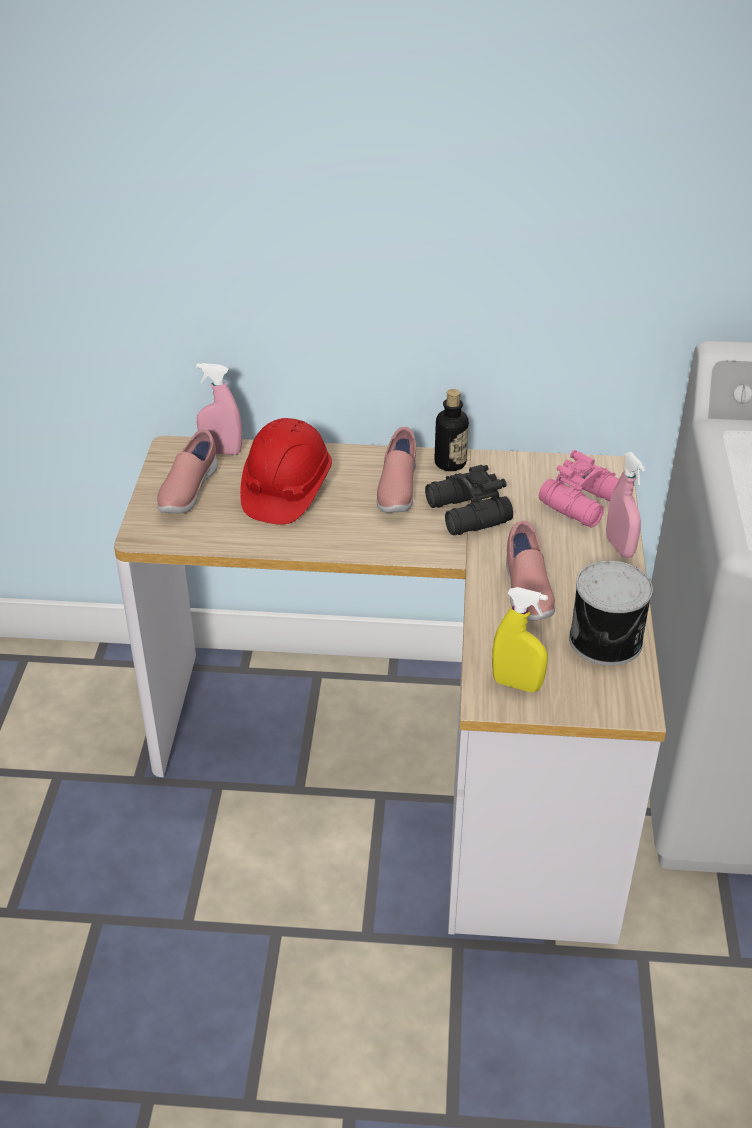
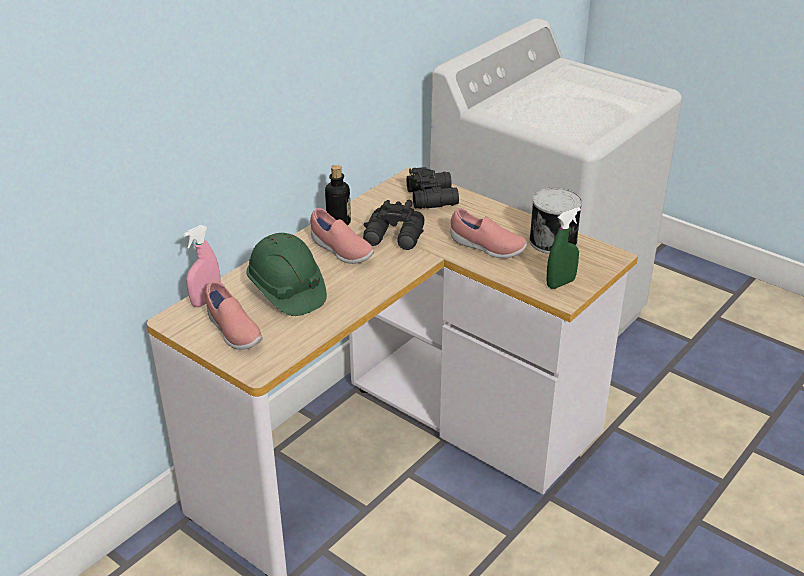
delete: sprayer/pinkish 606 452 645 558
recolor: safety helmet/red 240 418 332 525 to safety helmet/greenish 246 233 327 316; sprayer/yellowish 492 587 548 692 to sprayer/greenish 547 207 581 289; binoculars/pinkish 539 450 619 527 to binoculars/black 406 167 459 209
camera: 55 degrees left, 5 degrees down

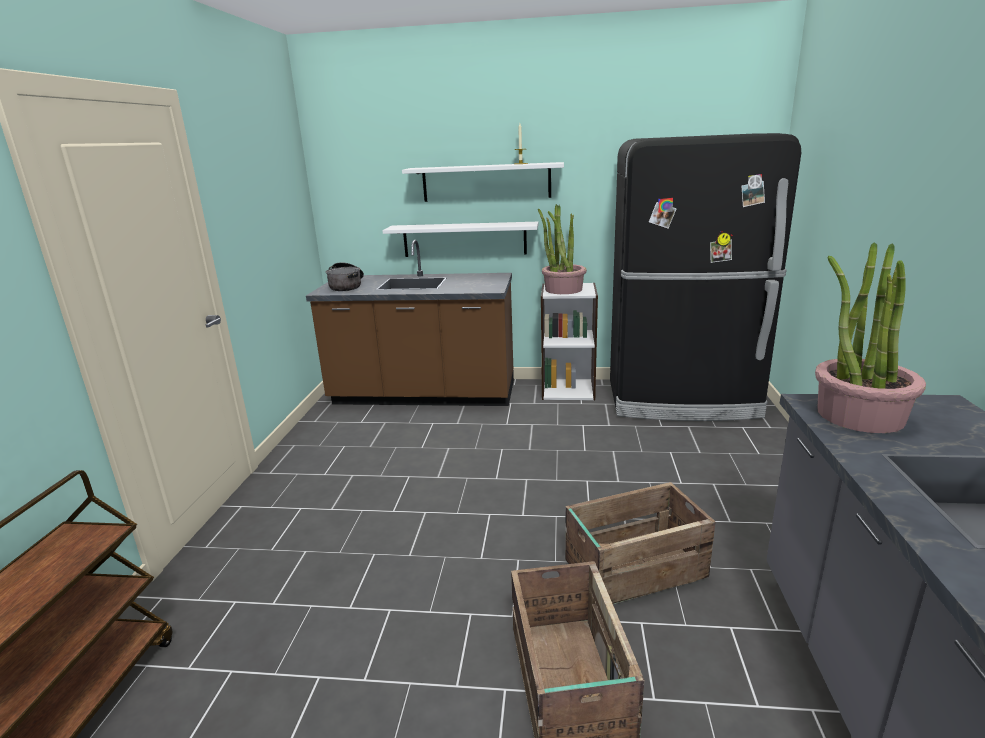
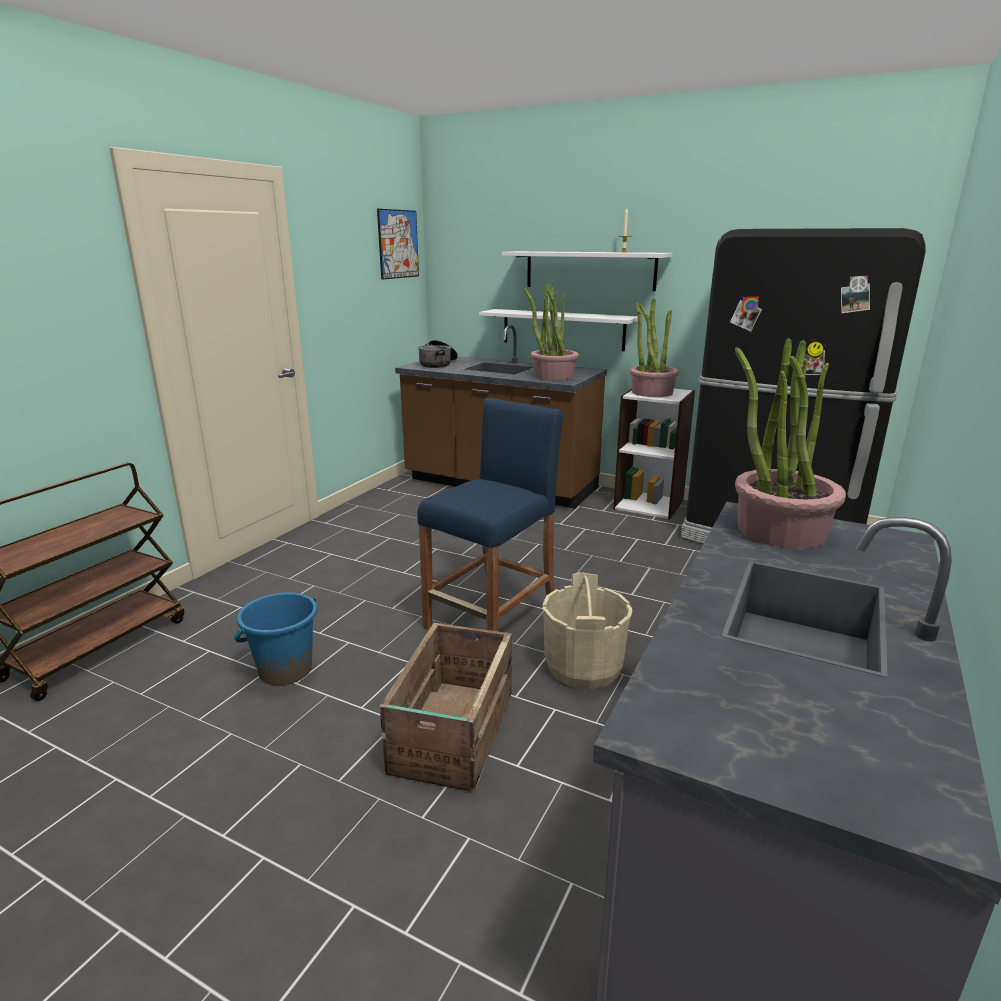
insert: water bucket/bluish 234 592 317 685; wall picture 377 209 419 279; sitting stool/bluish 417 397 563 631; houseplant 524 283 579 380
replace: packing crate 565 482 716 604 to water bucket/sand-coloured 542 572 632 689
camera: 20 degrees right, 0 degrees up

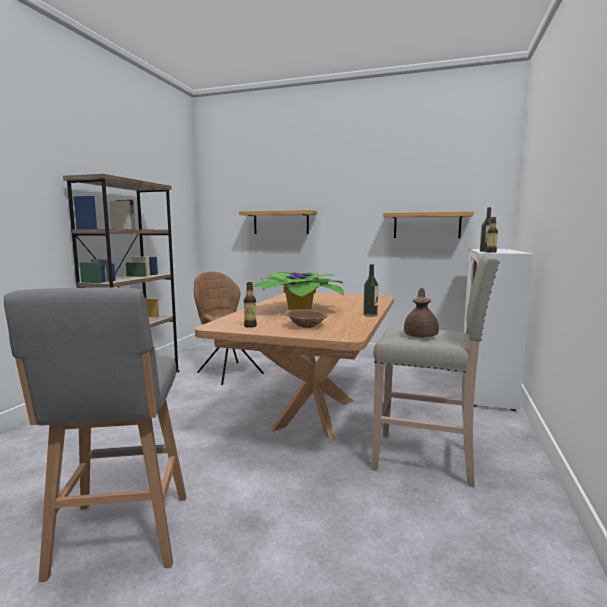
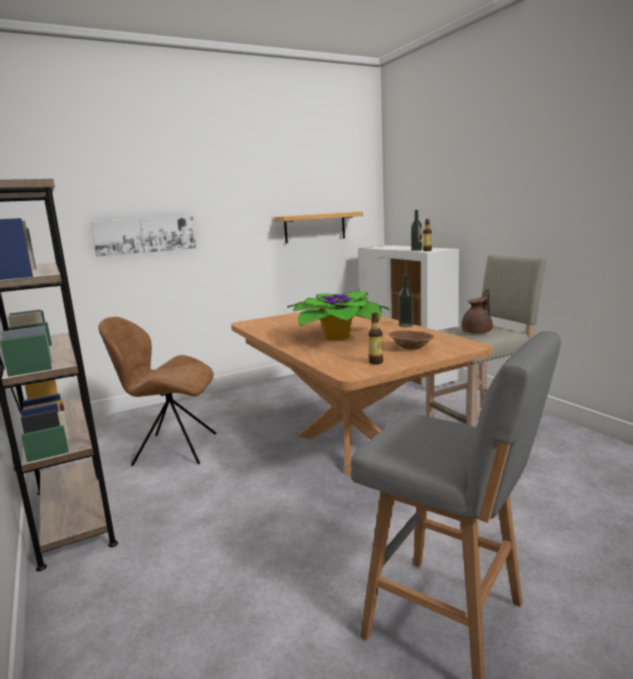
replace: wall shelf 239 210 317 234 to wall picture 90 216 196 257
rotate: teapot/brown-coloured 404 288 439 338 = 462 289 493 334 75 degrees clockwise
camera: 45 degrees left, 5 degrees up

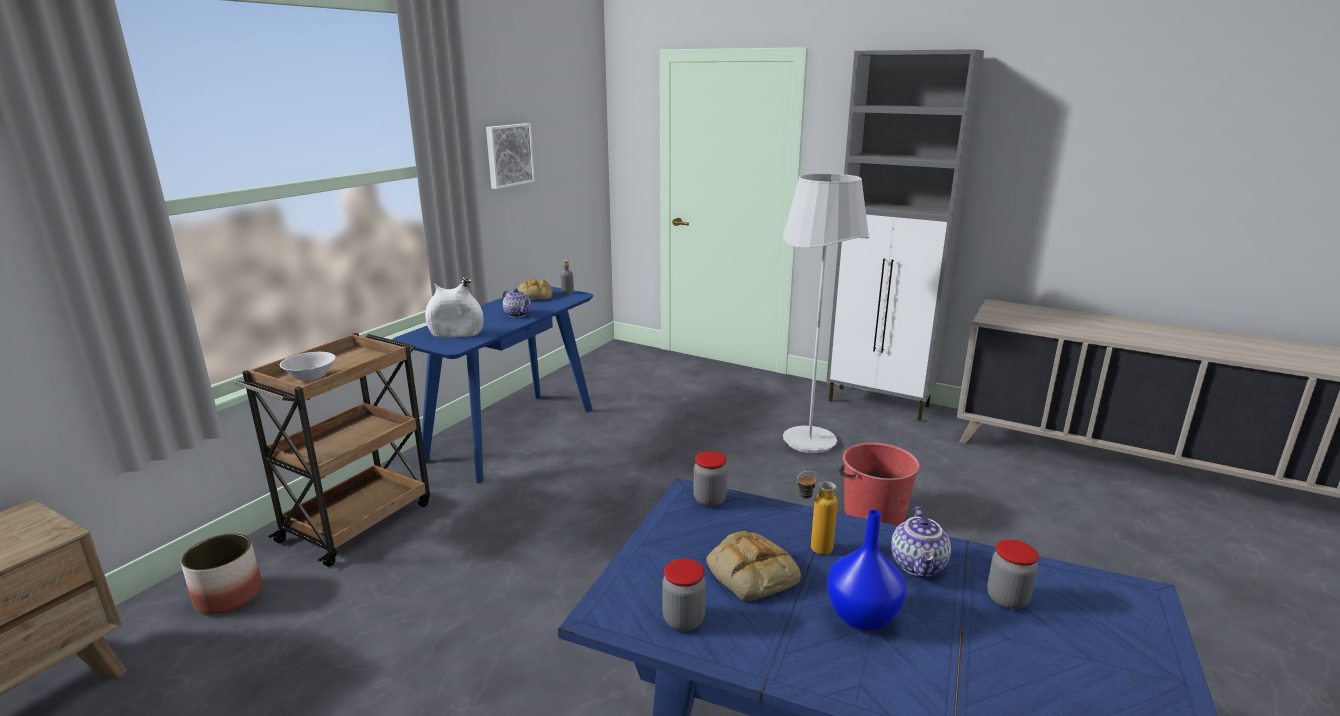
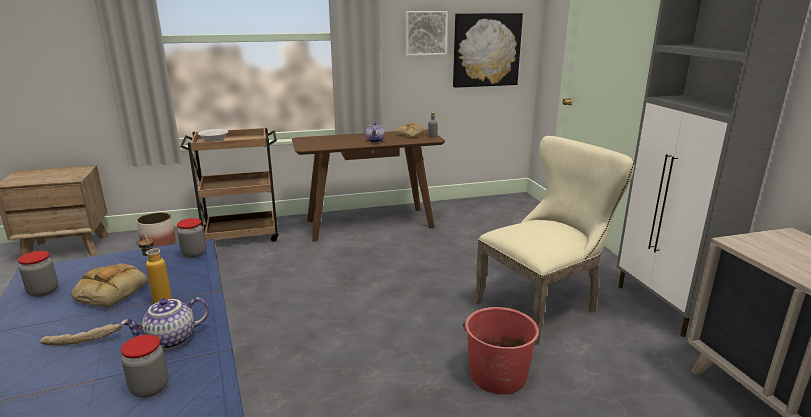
delete: vase/white 425 277 484 337
insert: wall picture 453 13 523 88
replace: standard lamp/white 783 173 869 453 to chair/sand-coloured 475 136 634 345; vase/bluish 827 510 906 631 to bread 40 324 121 346
recolor: console table/bluish 392 287 593 483 to console table/brown-coloured 292 129 445 242
camera: 45 degrees right, 0 degrees up

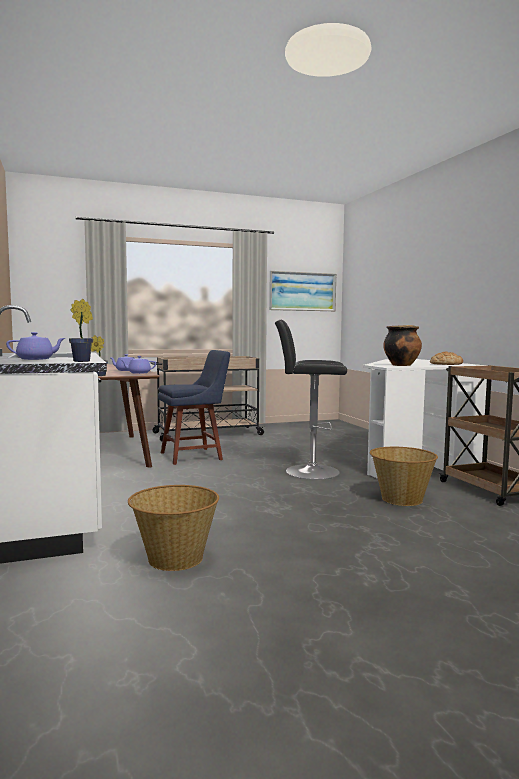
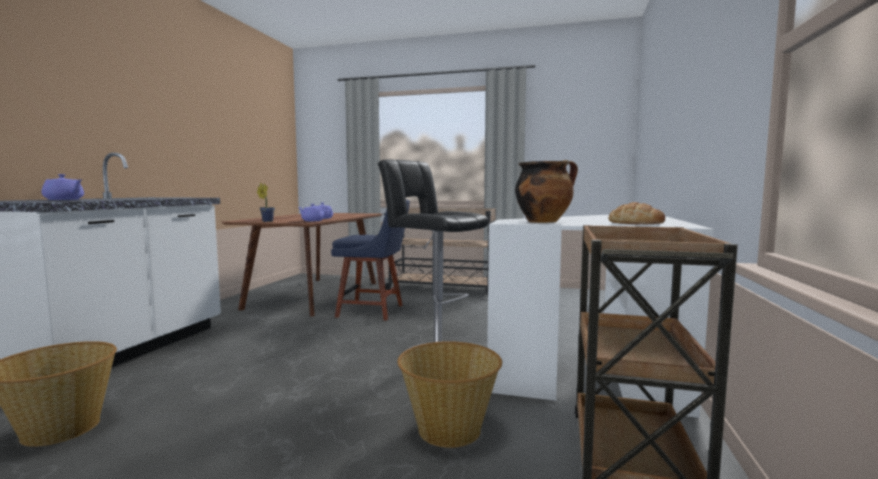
delete: houseplant 69 299 93 362; wall picture 269 271 336 311
camera: 35 degrees right, 0 degrees up

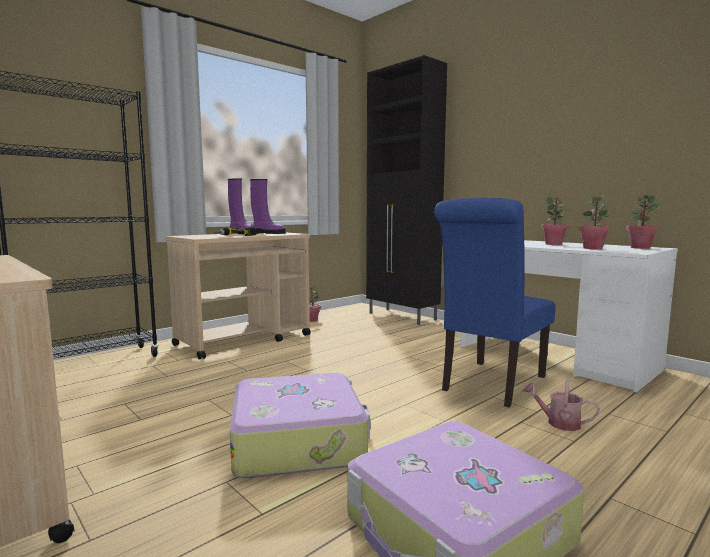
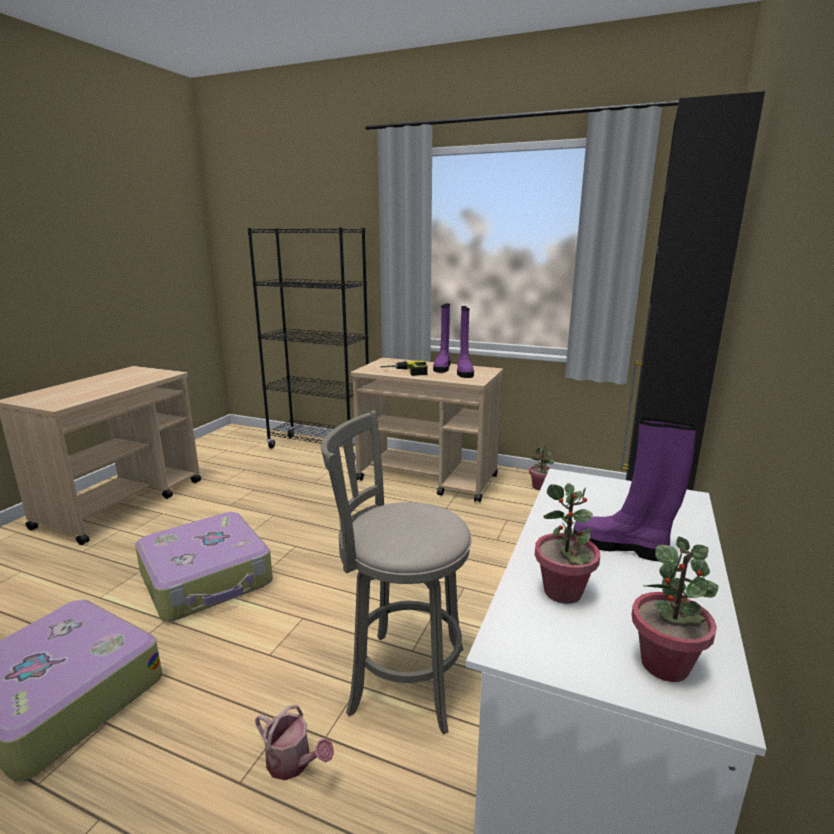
replace: chair/bluish 434 198 555 408 to sitting stool/grey 321 410 471 734; houseplant 541 196 569 245 to high-top boot/purple-coloured 573 418 697 561
rotate: watering can 522 380 600 431 = 255 705 334 780 120 degrees clockwise
camera: 65 degrees right, 10 degrees up

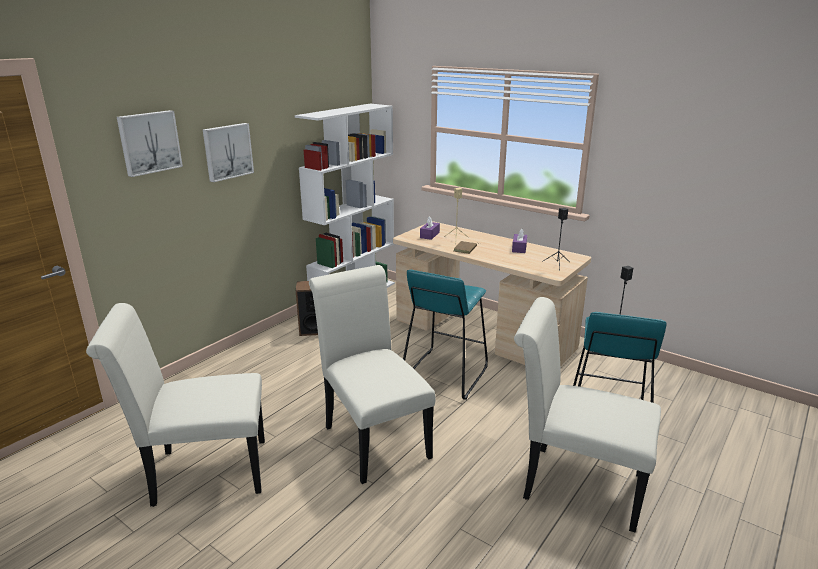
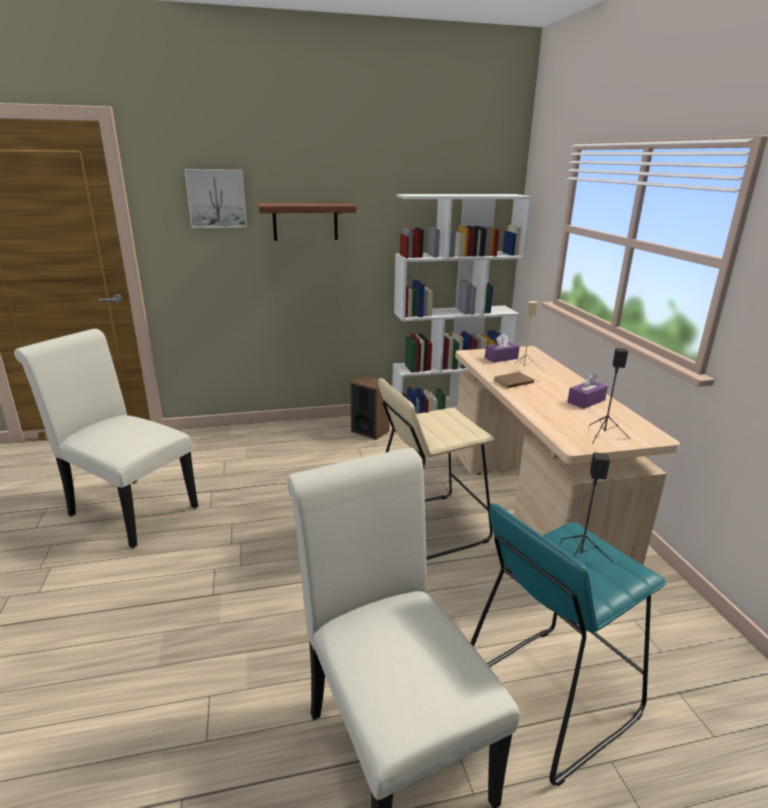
delete: chair/white 309 265 436 484
replace: wall picture 203 123 254 182 to wall shelf 258 203 356 241
recolor: sitting stool/blue-green 403 270 488 400 to sitting stool/sand-coloured 378 378 494 560
camera: 40 degrees right, 0 degrees up

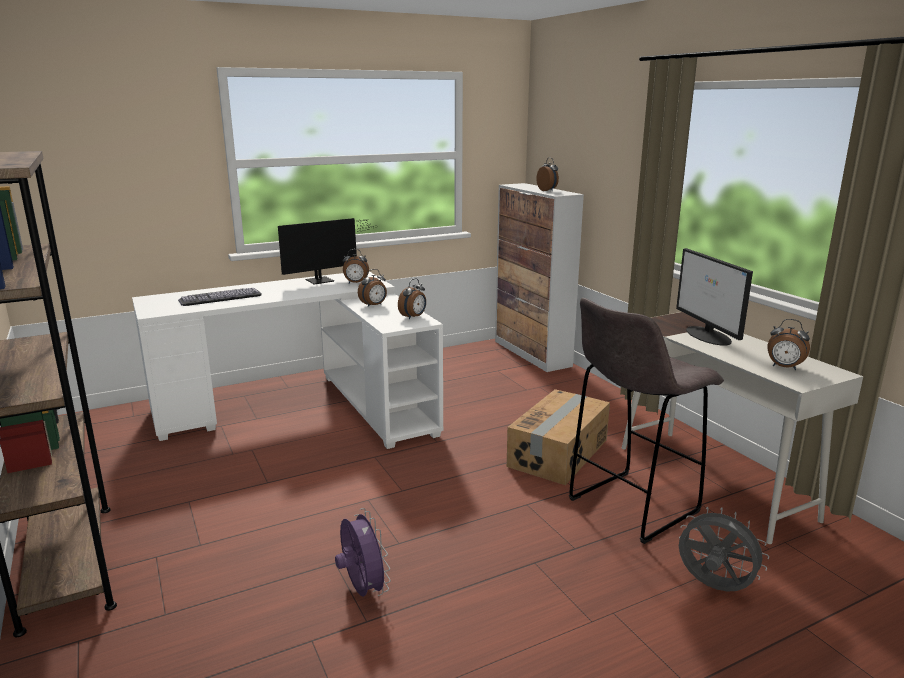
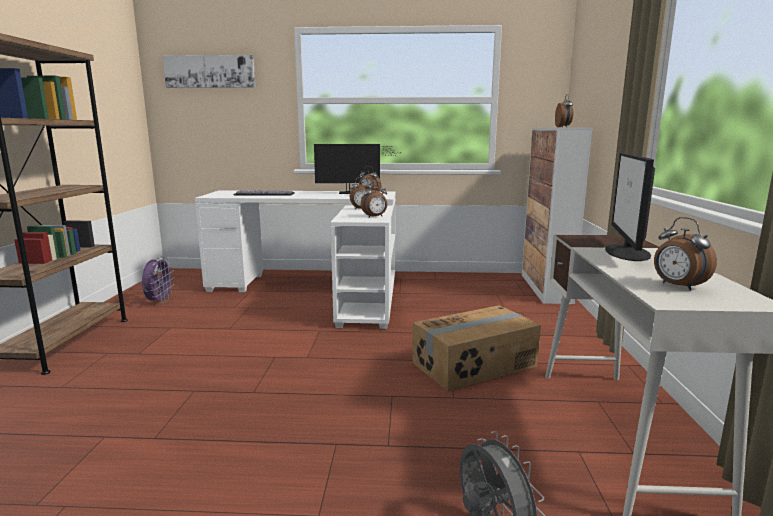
delete: sitting stool/grey 569 298 724 544
insert: wall picture 163 55 255 88
move: cooling fan/purple-coloured 335 508 391 597 to 142 257 175 304
camera: 30 degrees right, 5 degrees down

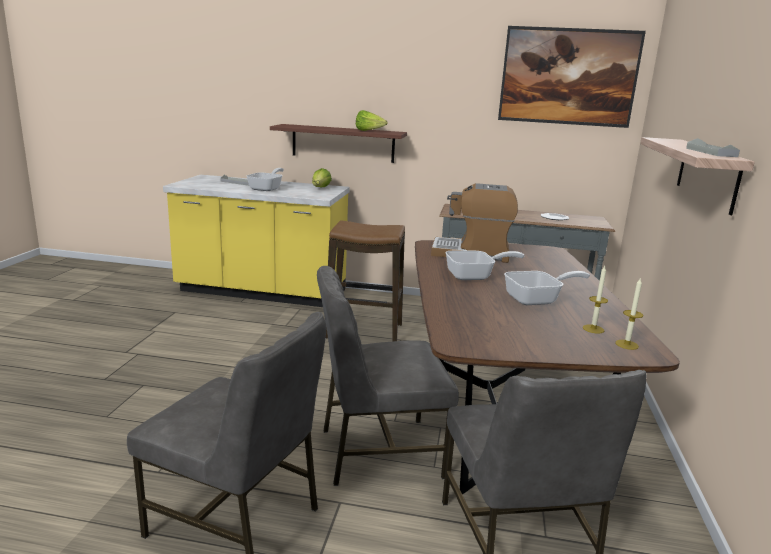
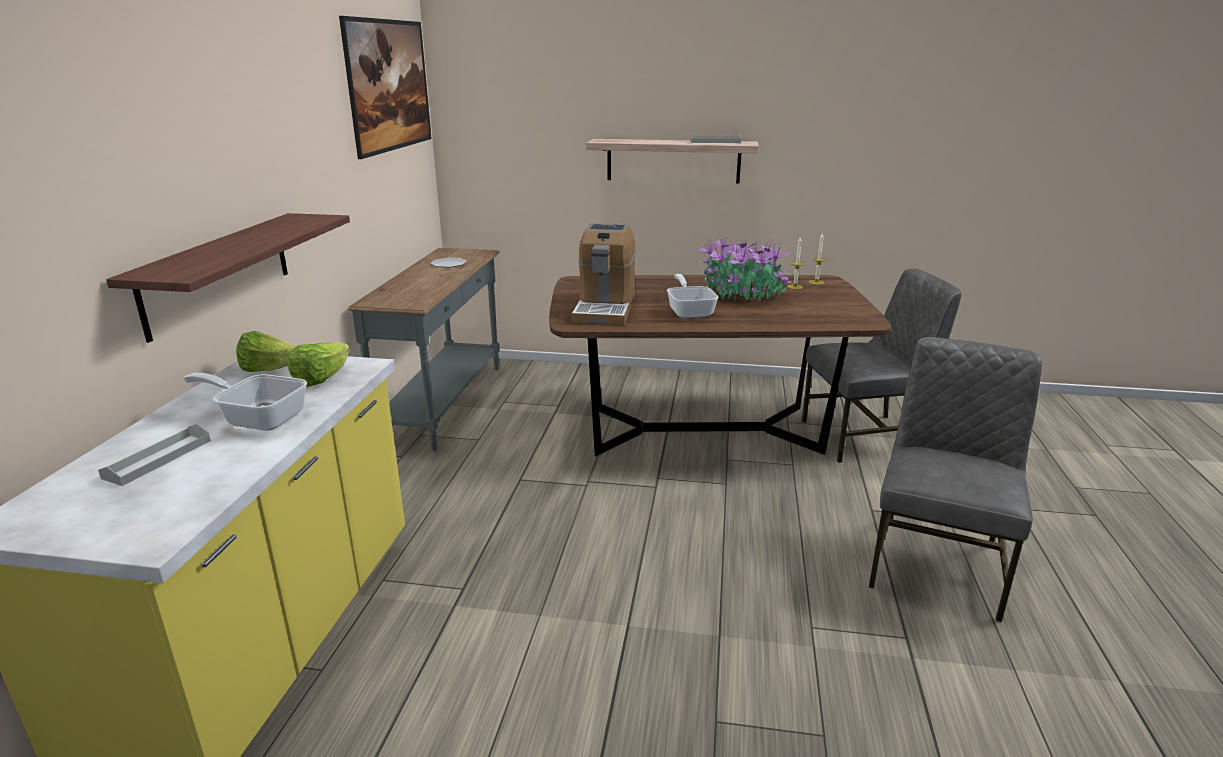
delete: chair/grey 317 266 459 486; sitting stool 326 220 405 341
move: head of lettuce 356 110 388 131 to 287 342 350 386
replace: pan 504 271 590 305 to houseplant 697 236 791 301
camera: 90 degrees left, 5 degrees up

